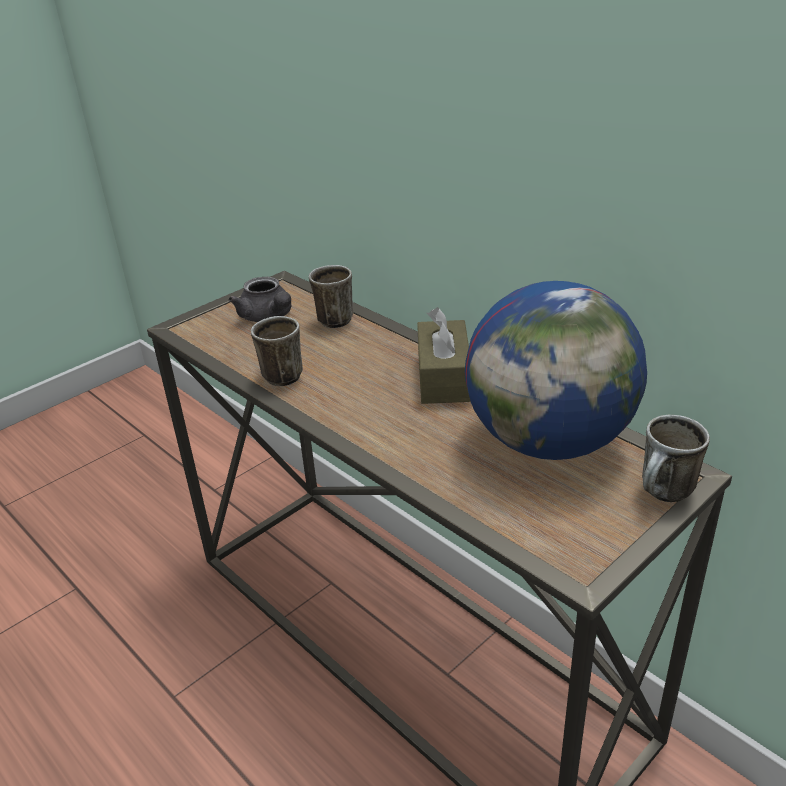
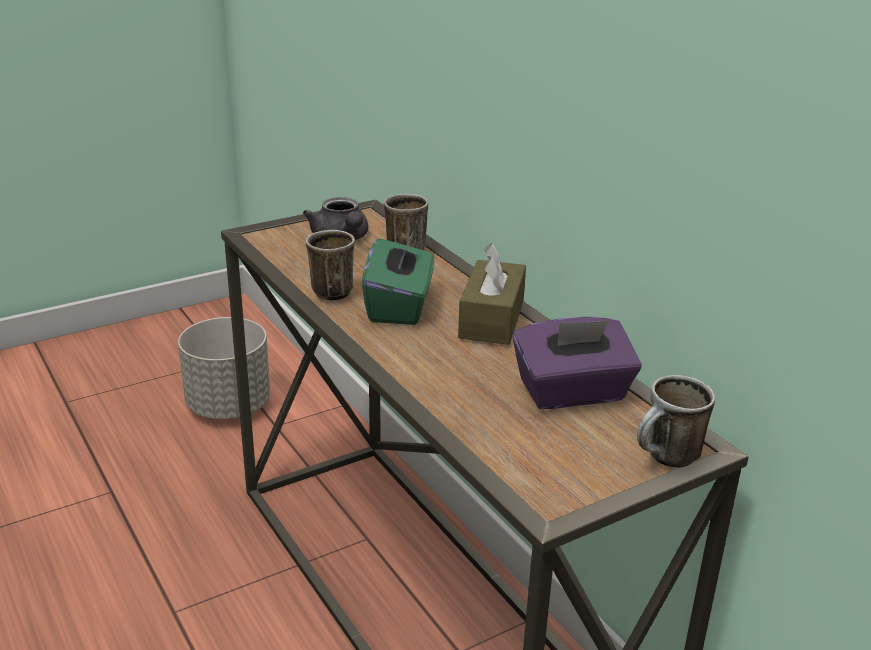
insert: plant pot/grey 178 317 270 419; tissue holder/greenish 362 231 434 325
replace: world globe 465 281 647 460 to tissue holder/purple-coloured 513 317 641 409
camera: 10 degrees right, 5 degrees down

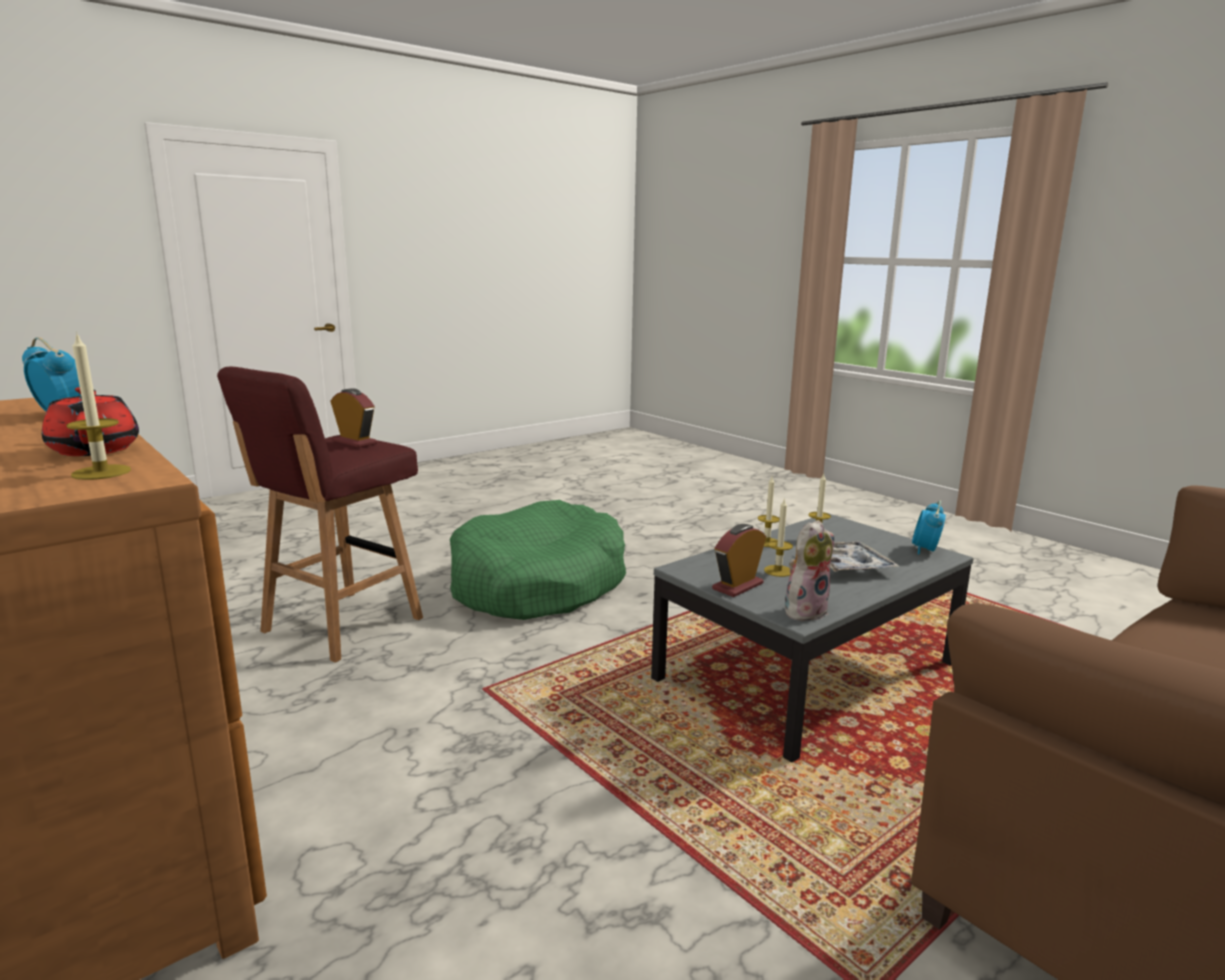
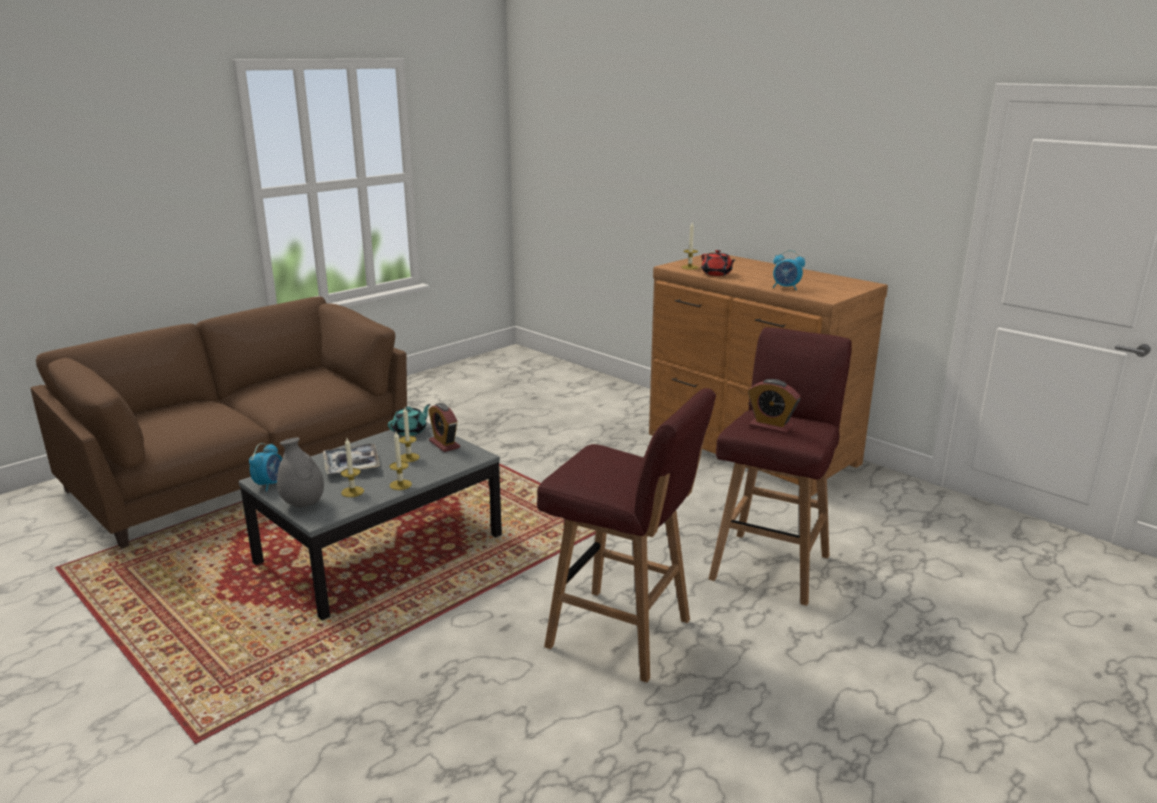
insert: vase/grey 277 438 324 507
replace: dog bed/greenish 450 500 626 620 to sitting stool/red 537 388 716 683; soft toy 785 520 834 621 to teapot/blue-green 388 404 431 436
rotate: bedside clock 712 524 766 597 = 428 403 460 452 105 degrees clockwise
camera: 175 degrees right, 5 degrees up

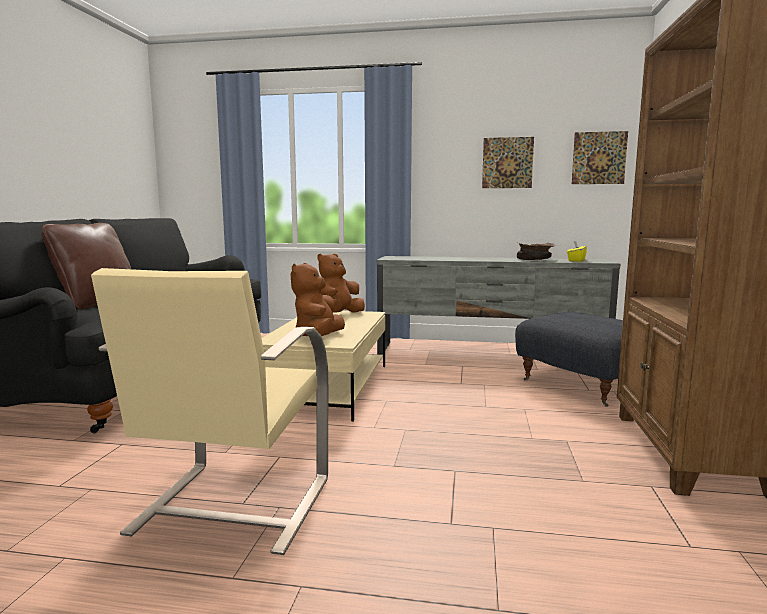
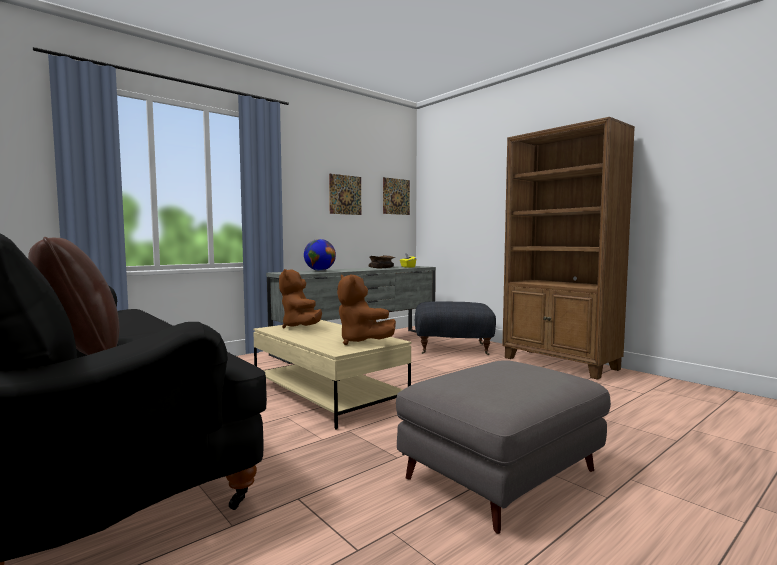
insert: world globe 304 239 336 271
replace: easy chair/sand-coloured 91 268 328 555 to pouffe/grey 396 360 611 534
camera: 50 degrees left, 5 degrees down

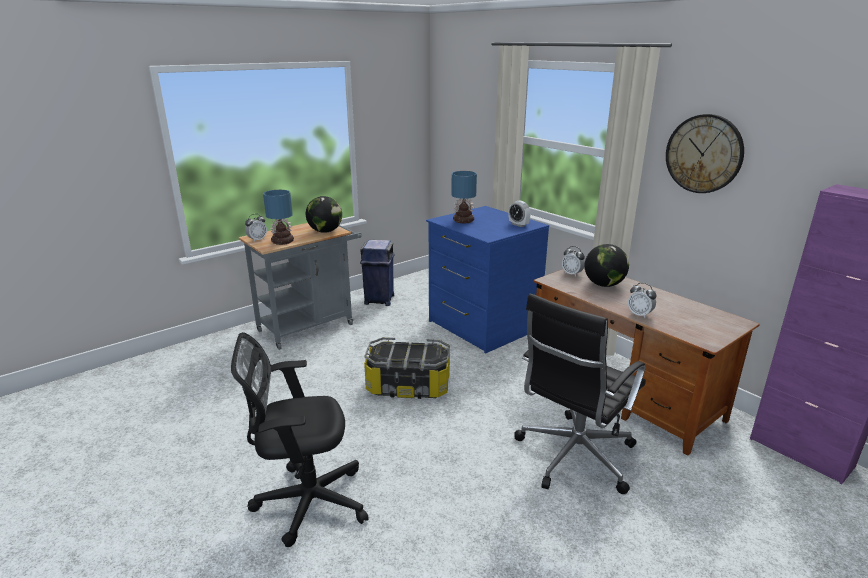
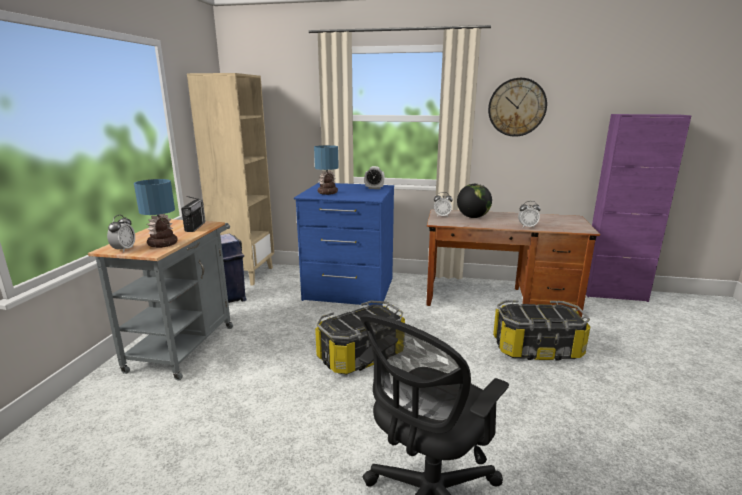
insert: bookshelf/sand-coloured 187 73 274 286
replace: world globe 306 196 342 233 to radio receiver 181 196 205 232; desk chair/black 514 294 646 494 to storage container 493 300 591 361
camera: 40 degrees left, 5 degrees down

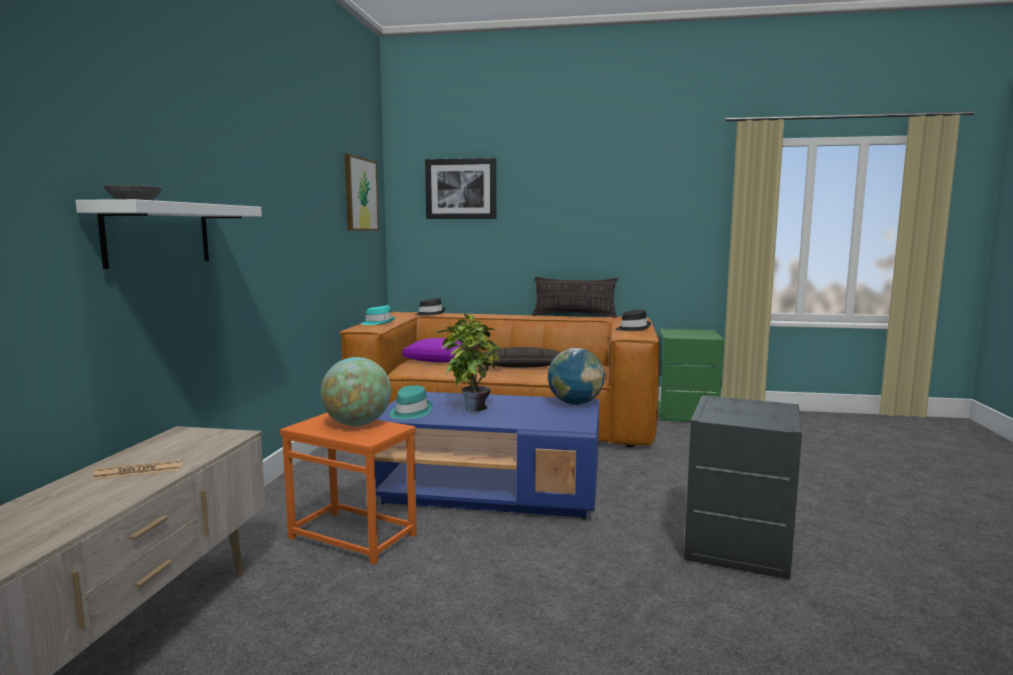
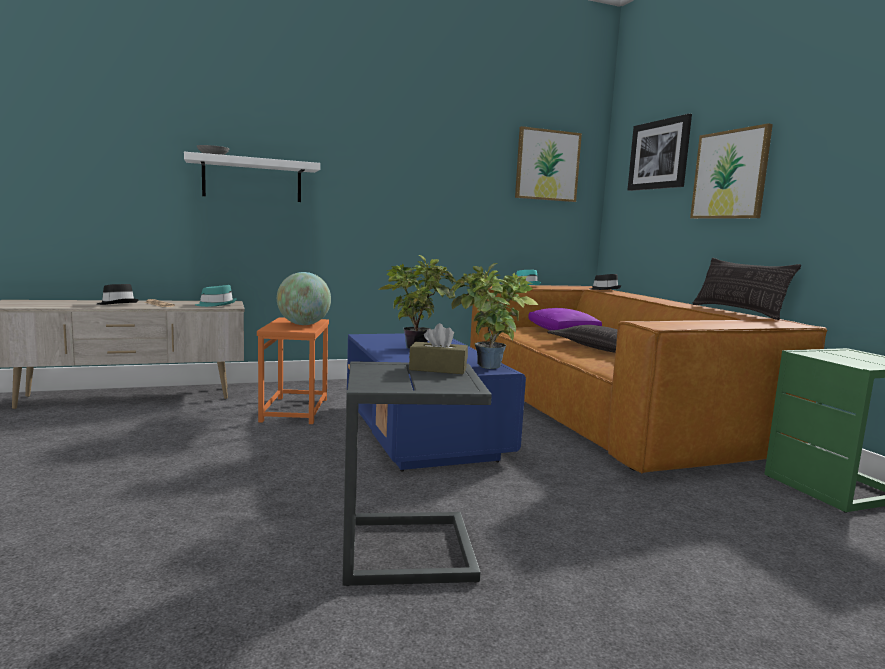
insert: tissue holder/brown-coloured 409 323 468 374; wall picture 690 123 773 219
move: clothing hat/blue-green 390 385 433 420 to 195 285 237 307; clothing hat/black 616 310 651 331 to 97 284 138 305
replace: world globe 548 348 605 405 to houseplant 451 263 538 369
camera: 60 degrees right, 0 degrees up

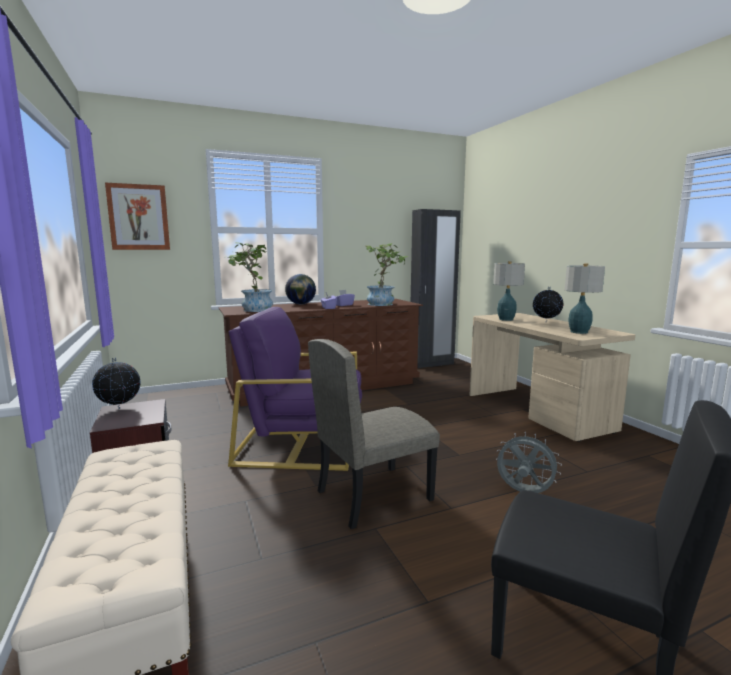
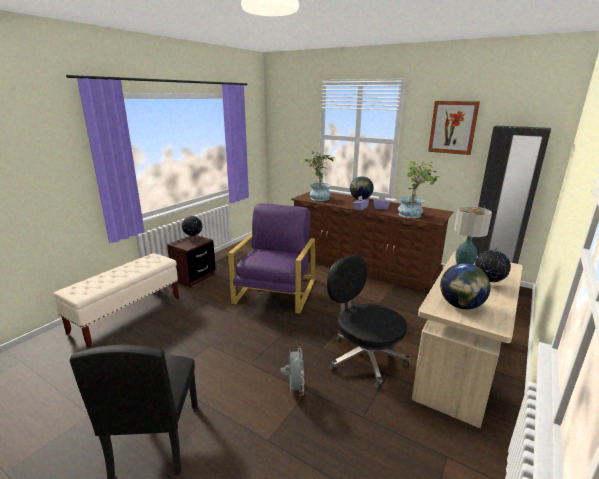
delete: chair/sand-coloured 308 339 440 529
insert: desk chair/black 327 255 410 389
move: wall picture 105 183 170 250 to 428 101 480 155
replace: table lamp 565 263 605 334 to world globe 440 263 491 309
rotate: easy chair/purple-coloured 228 307 362 471 = 228 203 315 314 45 degrees clockwise
camera: 55 degrees right, 10 degrees up

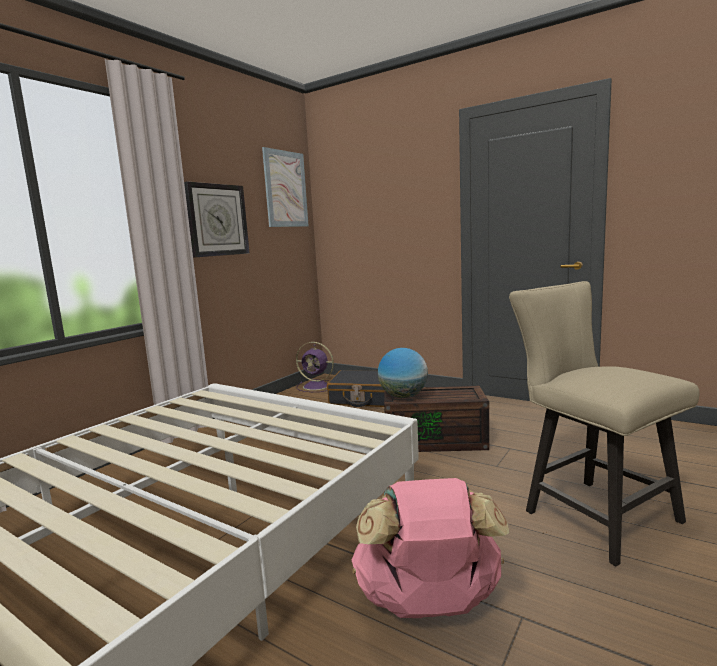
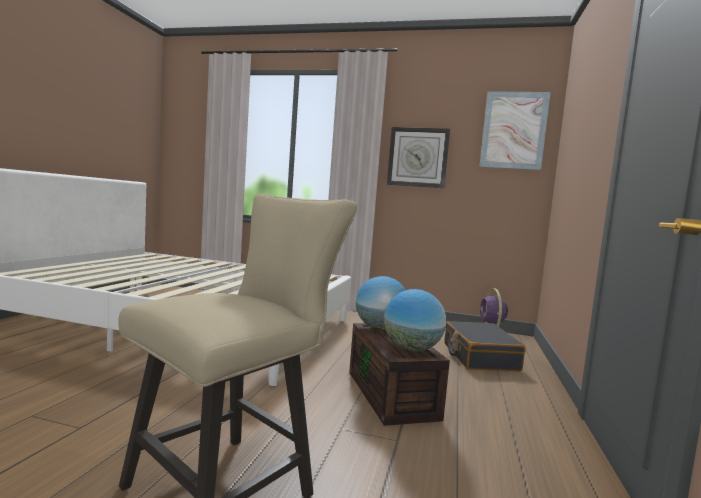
delete: rucksack/pinkish 352 478 509 618
insert: world globe 384 289 446 352
camera: 70 degrees right, 5 degrees down

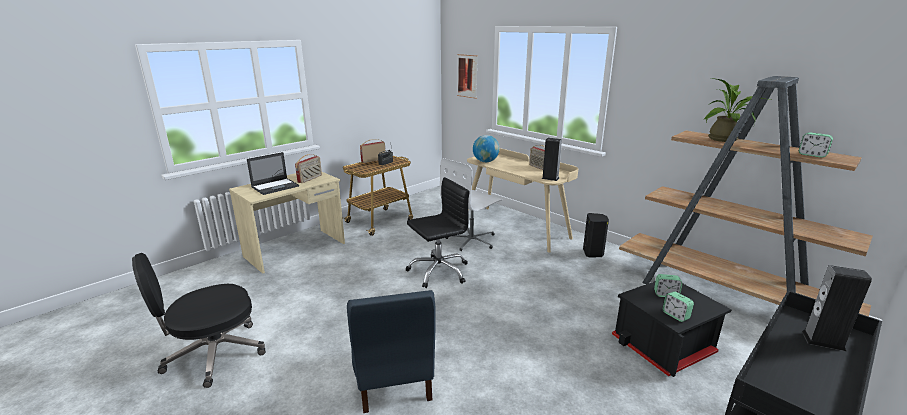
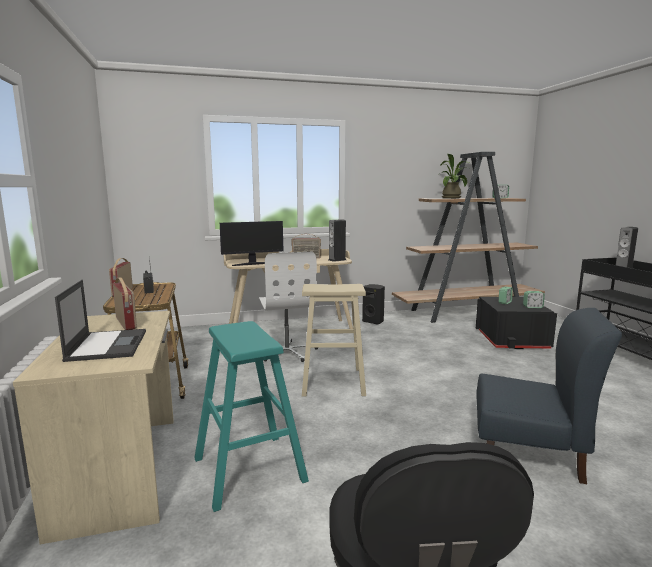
delete: wall picture 457 54 478 99
insert: sitting stool/blue-green 195 321 309 512
replace: desk chair/black 406 177 470 288 to sitting stool/sand-coloured 302 284 366 397; world globe 473 135 500 162 to computer display 220 221 284 266
camera: 60 degrees left, 10 degrees down

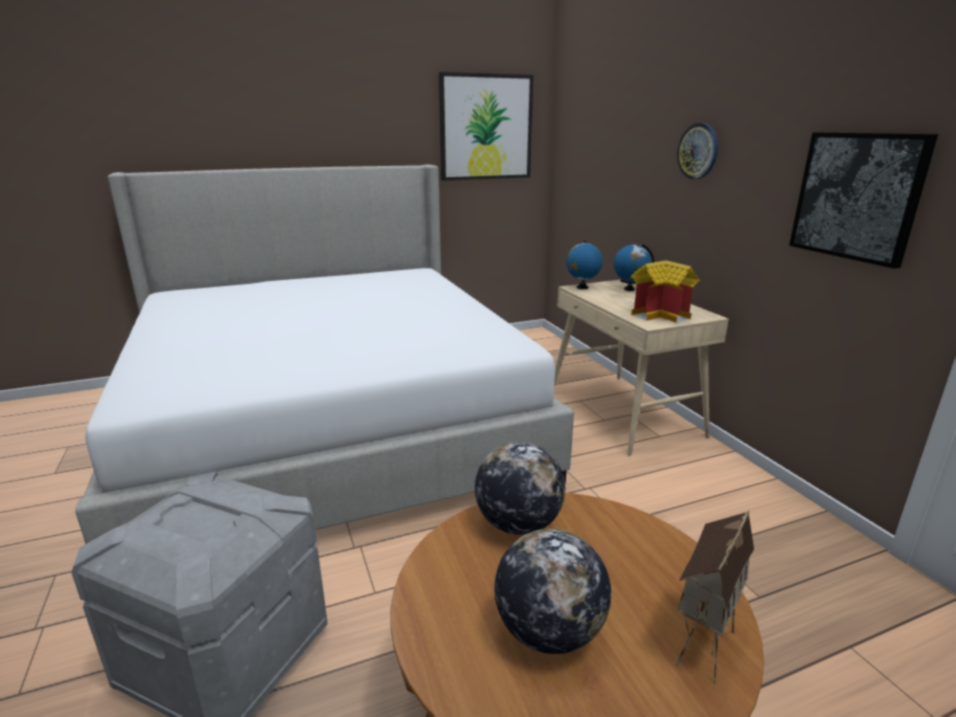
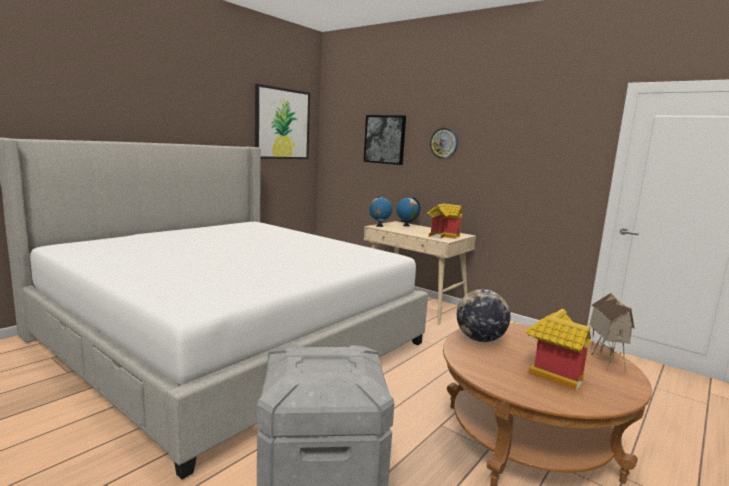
move: wall picture 789 132 938 269 to 364 115 406 165
replace: world globe 494 529 611 654 to model house 526 309 591 390
camera: 30 degrees left, 10 degrees down

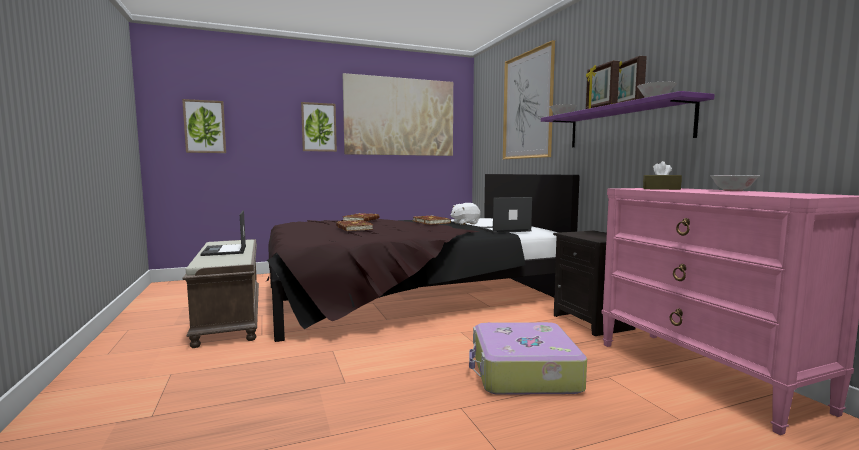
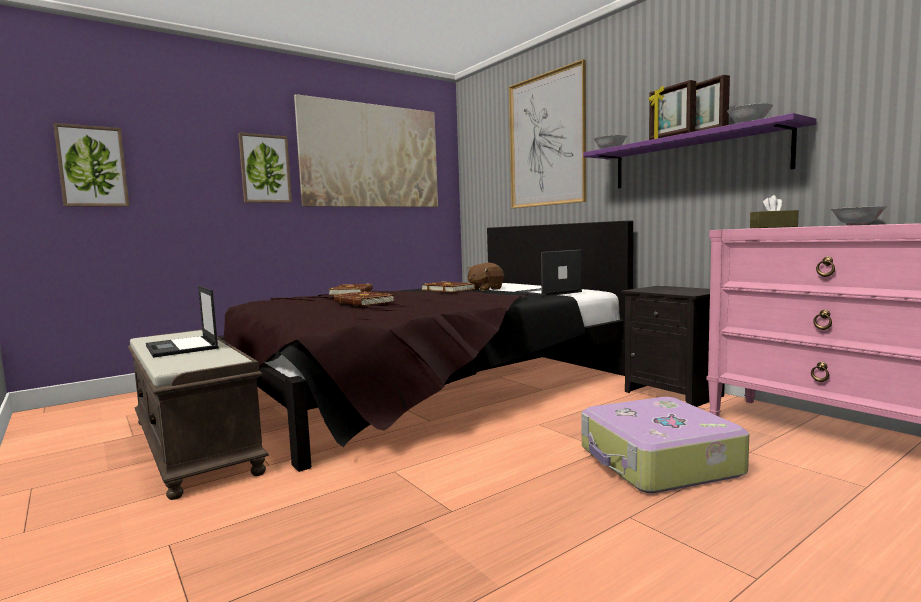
recolor: soft toy/white 451 203 480 225 to soft toy/brown-coloured 467 263 504 291
camera: 15 degrees left, 0 degrees up

